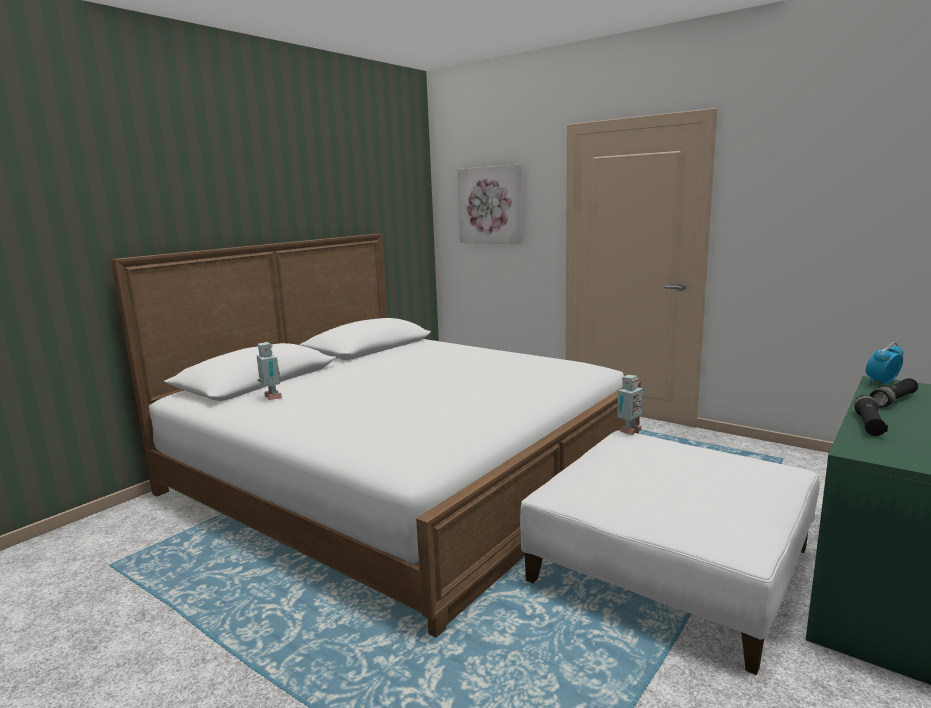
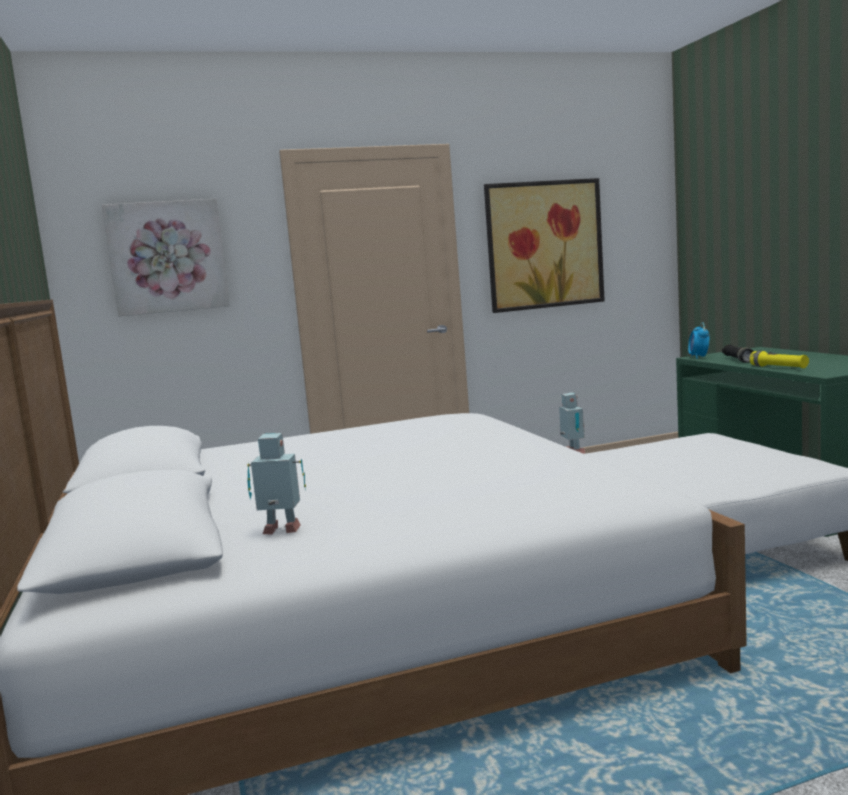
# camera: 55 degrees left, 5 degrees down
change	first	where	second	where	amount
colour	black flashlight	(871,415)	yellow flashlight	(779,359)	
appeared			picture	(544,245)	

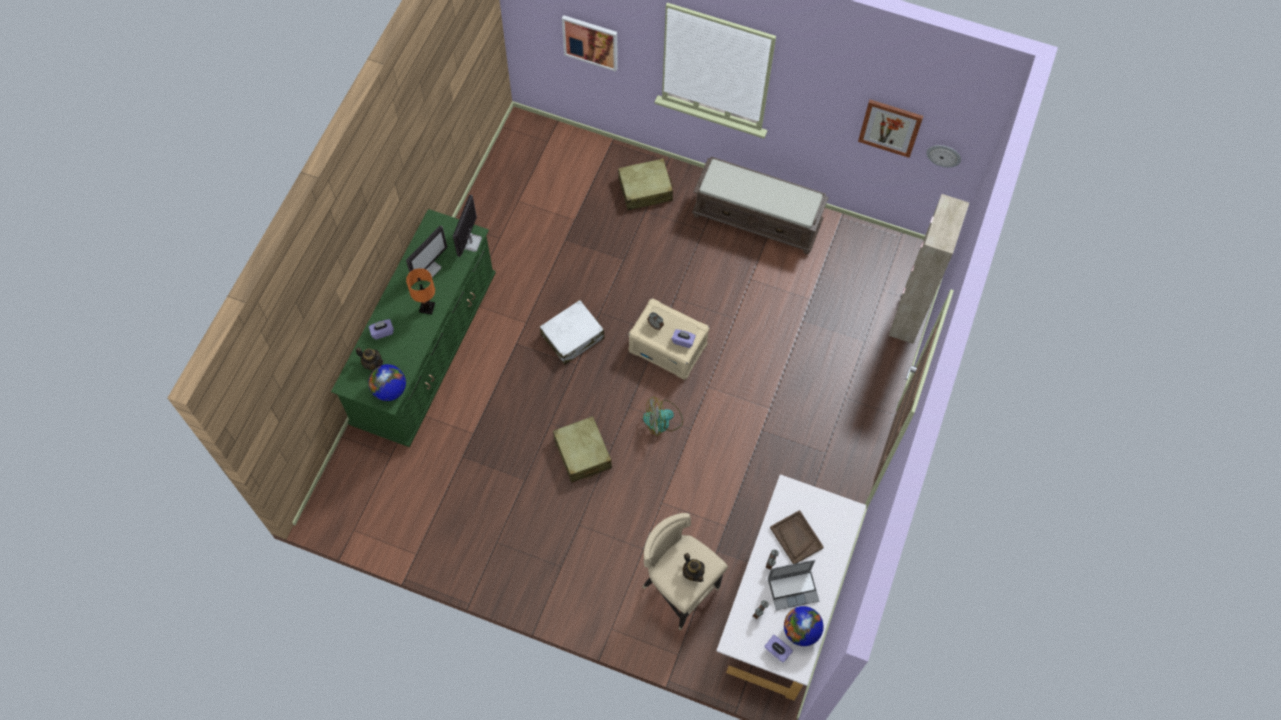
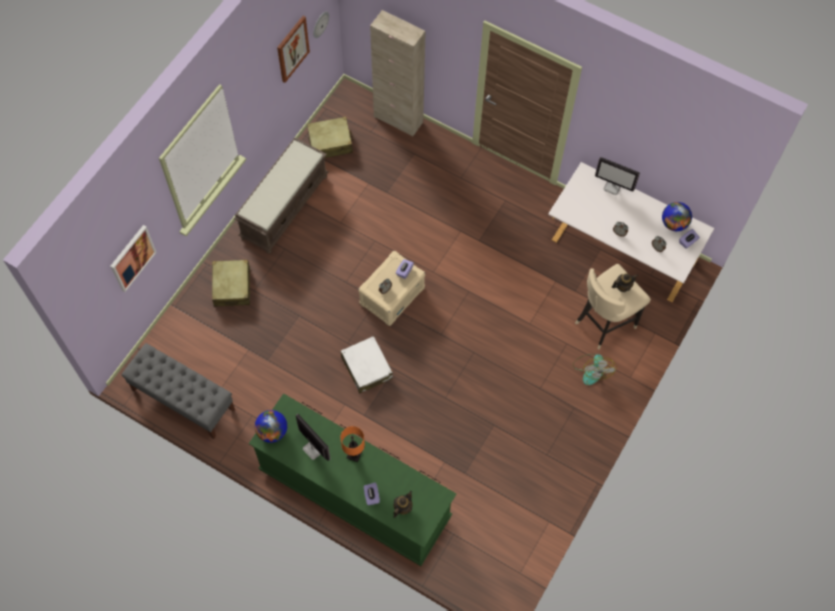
# camera: 80 degrees left, 0 degrees up
change	first	where	second	where	amount
relocated	monitor	(467,226)		(617,176)	
relocated	globe	(387,382)		(271,426)	
relocated	fan	(663,416)		(595,369)	
relocated	beige suitcase	(582,449)		(330,137)	
missing	brown tray	(797,537)			
missing	laptop	(793,585)			
appeared			grey bench	(178,391)	

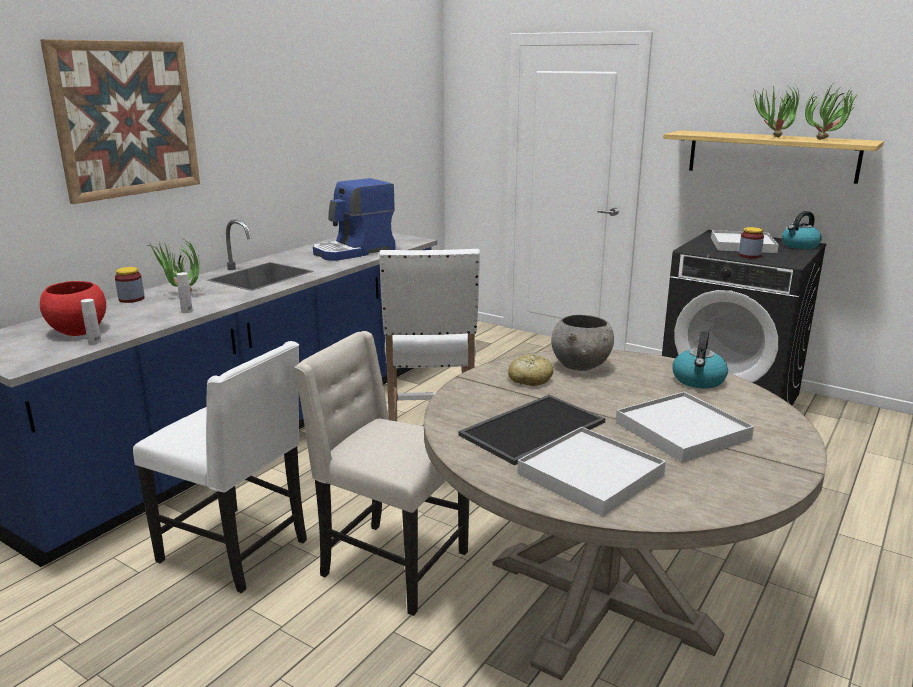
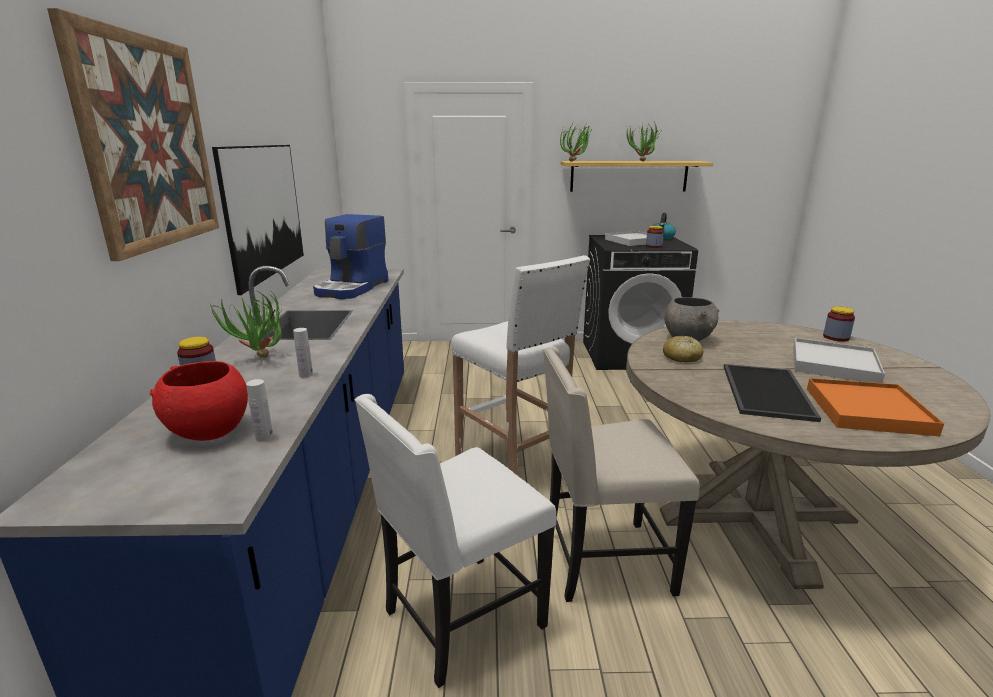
# camera: 35 degrees left, 0 degrees up
change	first	where	second	where	amount
relocated	potted plant	(831,112)		(576,143)	
missing	kettle	(700,359)			
spun	white chair	(220,467)		(455,541)	150 degrees clockwise
colour	white tray	(591,471)	orange tray	(875,407)	
appeared			picture	(258,220)	
appeared			jar	(839,324)	

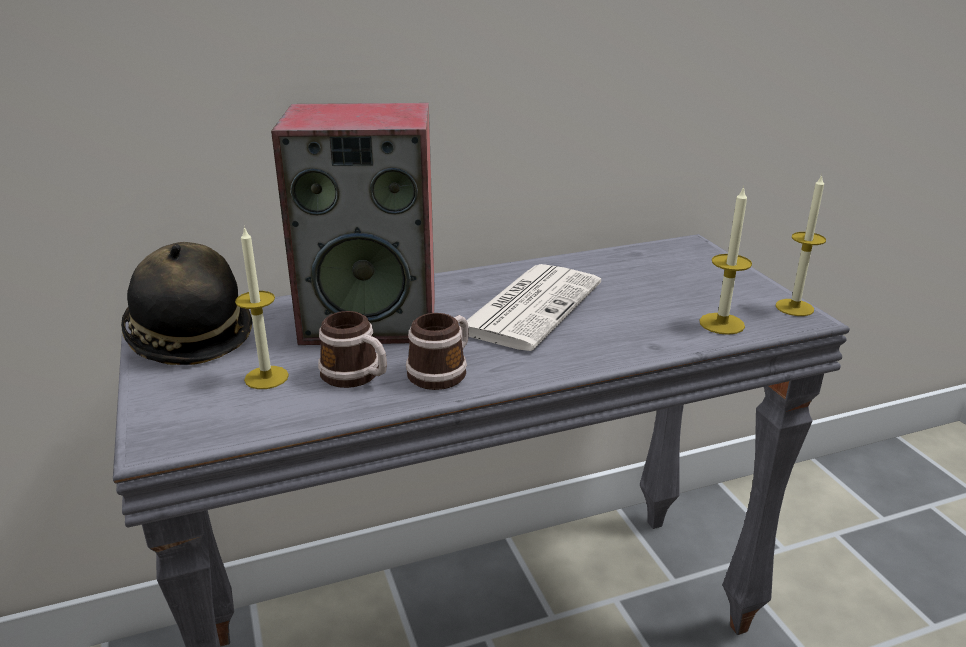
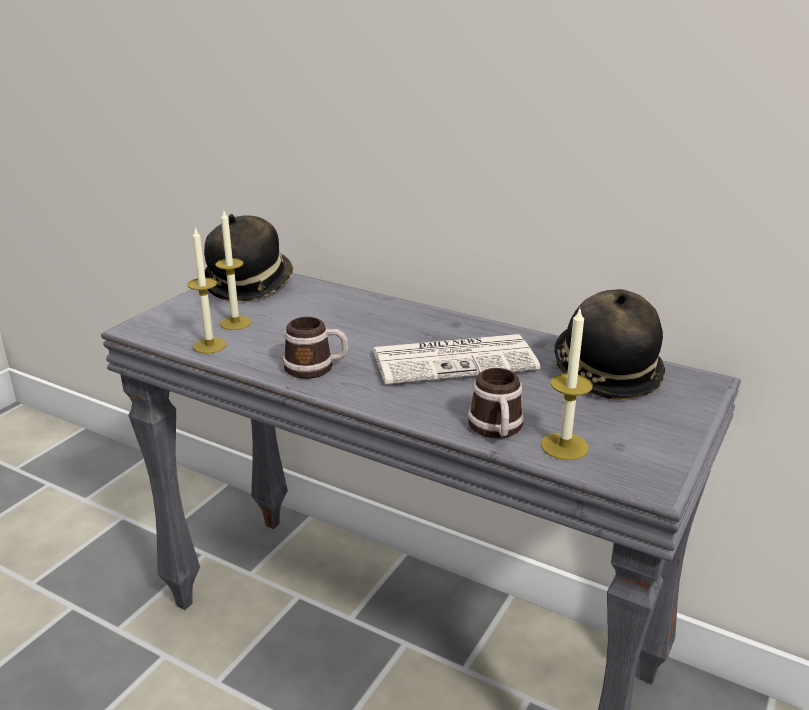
# camera: 50 degrees right, 0 degrees up
change	first	where	second	where	amount
missing	speaker	(353,224)			
relocated	candle	(801,245)		(207,290)	
relocated	mug	(352,349)		(496,403)	
appeared			hat	(609,344)	

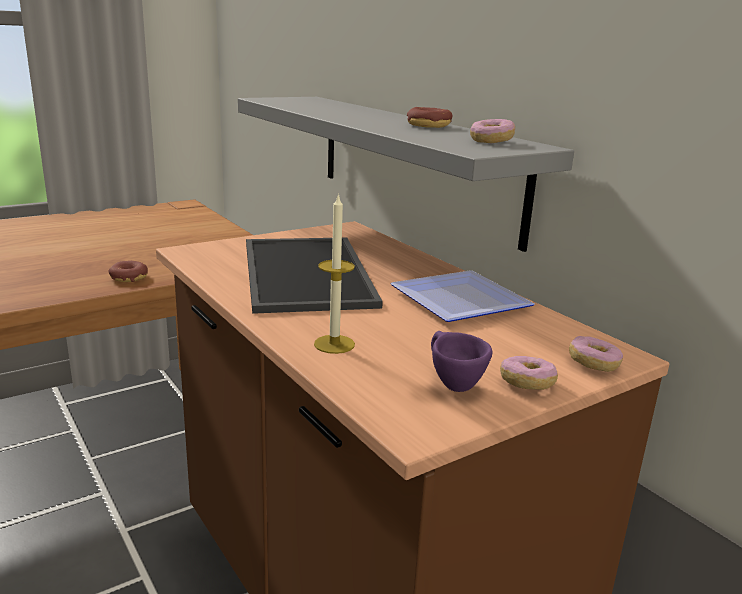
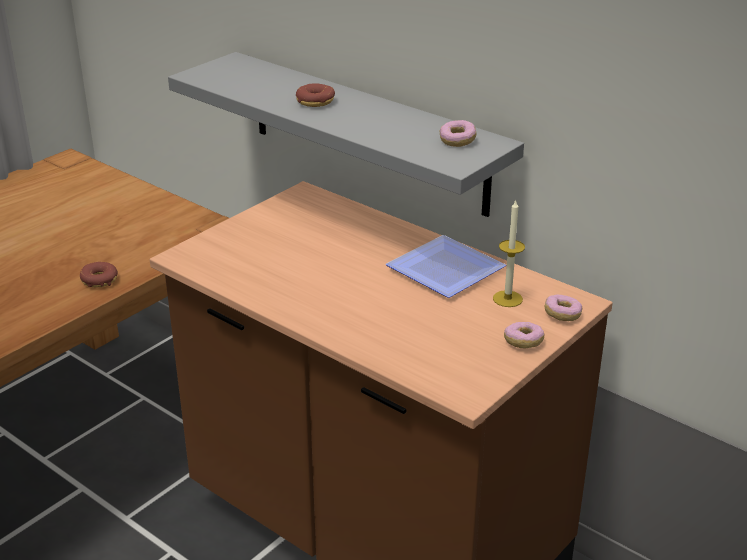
# camera: 15 degrees left, 10 degrees up
change	first	where	second	where	amount
relocated	donut	(429,117)		(315,95)	
relocated	candle	(334,273)		(509,253)	
missing	tray	(314,275)			
missing	purple cup	(461,361)			

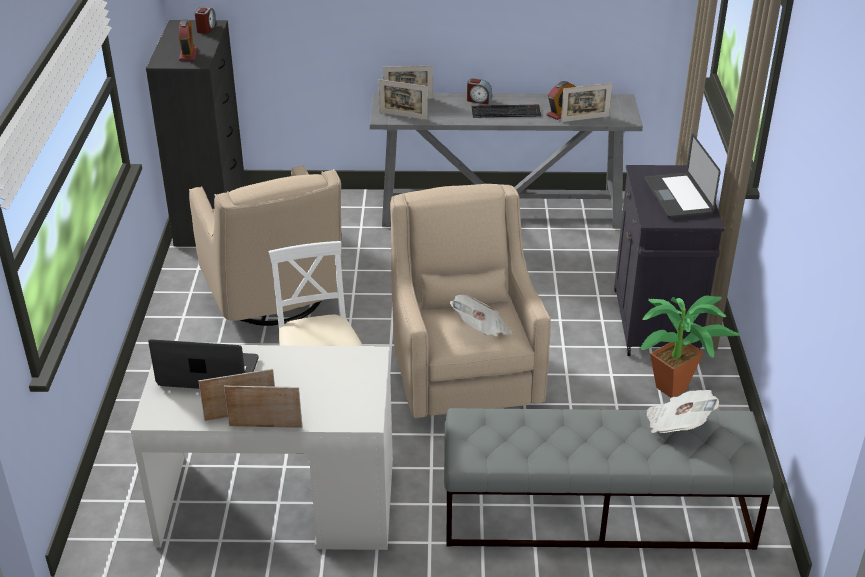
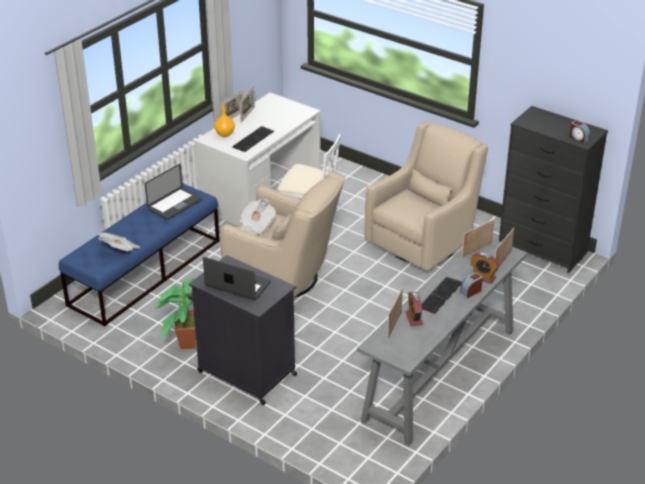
# camera: 125 degrees right, 0 degrees up
change	first	where	second	where	amount
relocated	alarm clock	(188,40)		(485,268)	
spun	beige armchair	(265,245)		(426,196)	120 degrees clockwise
relocated	laptop	(203,364)		(173,192)	
colour	grey bench	(608,479)	blue bench	(139,254)	
appeared			orange vase	(224,120)	
appeared			keyboard	(253,139)	

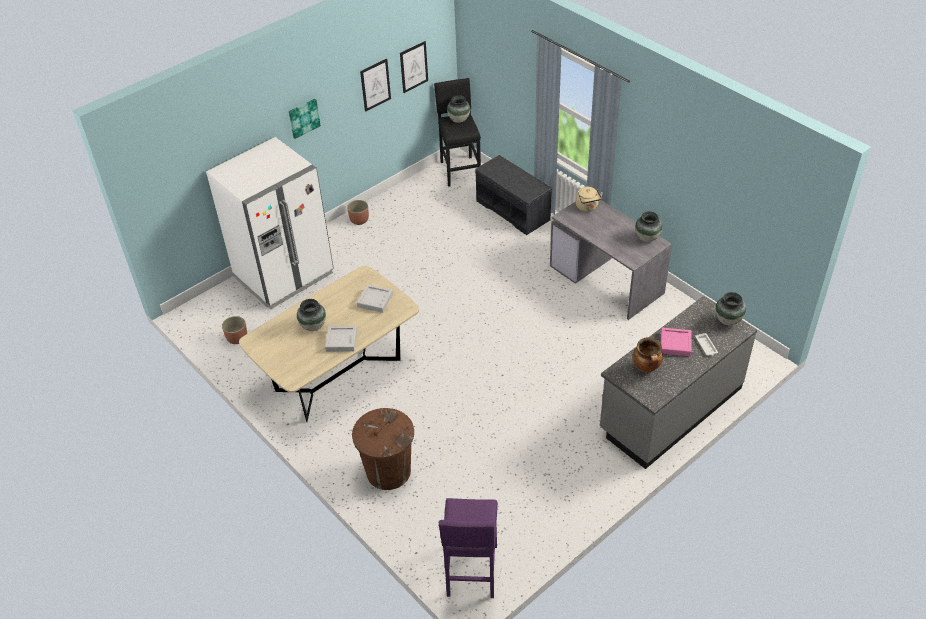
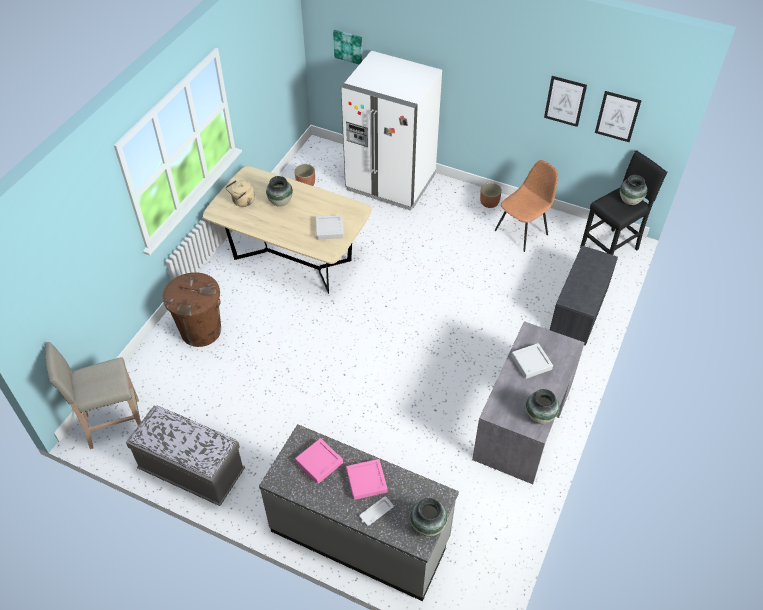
# camera: 65 degrees right, 5 degrees up
change	first	where	second	where	amount
relocated	picture	(305,119)		(347,47)	
relocated	beige kettle	(589,199)		(240,193)	
relocated	grey tray	(341,339)		(532,361)	
exchanged	cooking pot	(648,355)	pink tray	(319,461)	
colour	purple stool	(468,548)	beige stool	(93,395)	
appeared			brown chair	(526,206)	
appeared			grey bench	(185,456)	

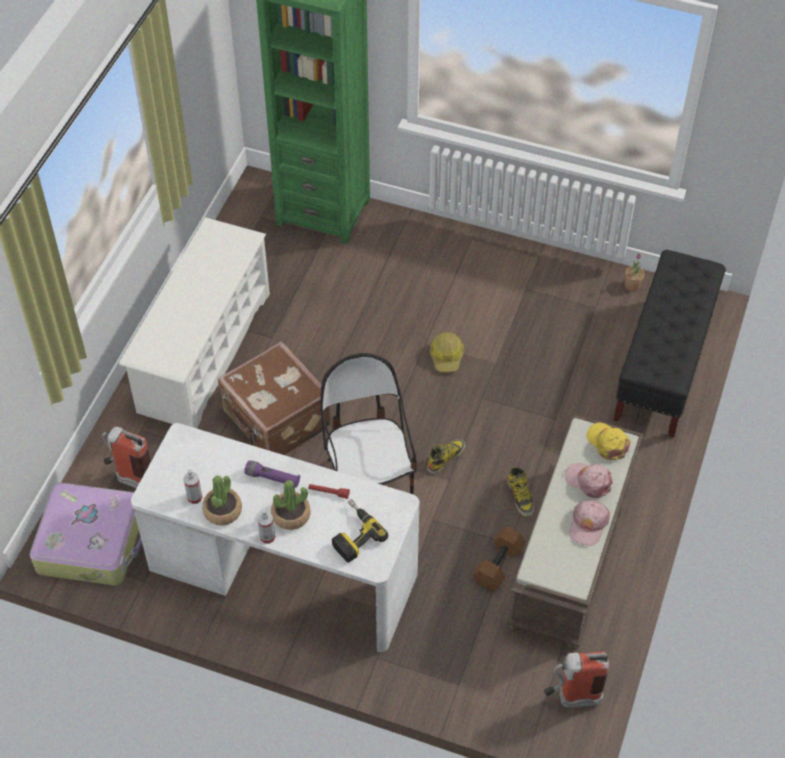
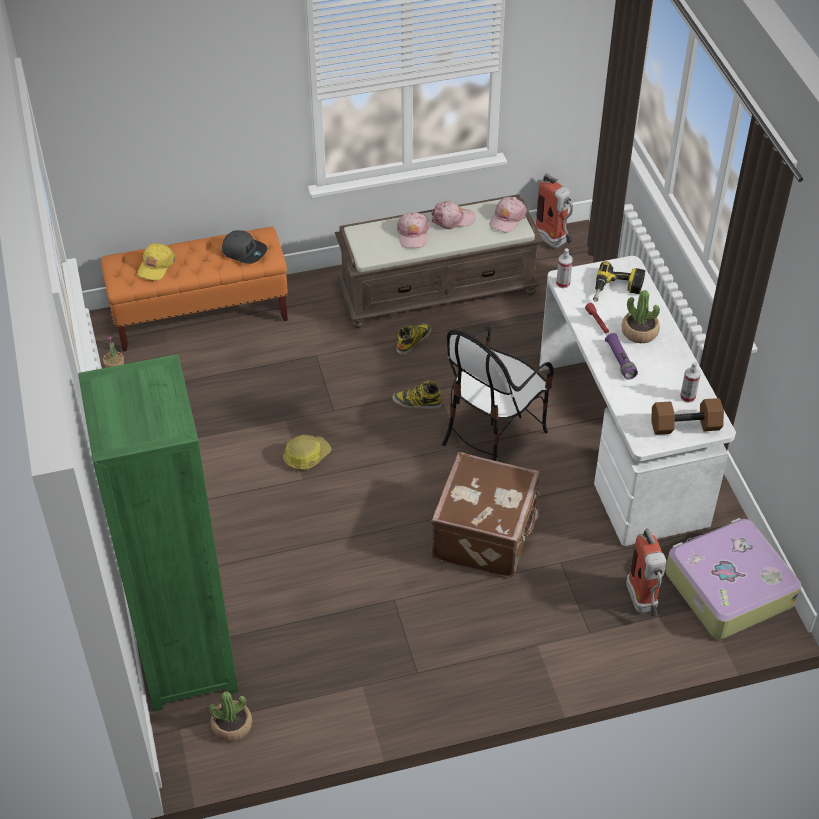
# camera: 125 degrees left, 5 degrees down
change	first	where	second	where	amount
missing	white shoe rack	(194,323)			
colour	black bench	(669,344)	orange bench	(194,289)	
relocated	yellow cap	(608,441)		(156,262)	
relocated	potted plant	(222,500)		(230,716)	
relocated	spray bottle	(266,526)		(564,268)	
relocated	brown dumbbell	(499,558)		(687,416)	
appeared			pink cap	(508,215)	
appeared			grey cap	(244,247)	

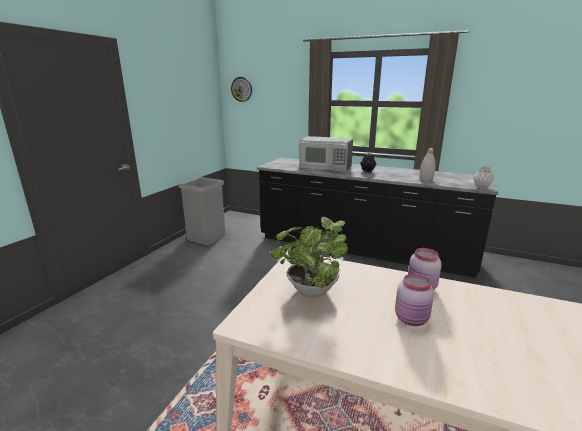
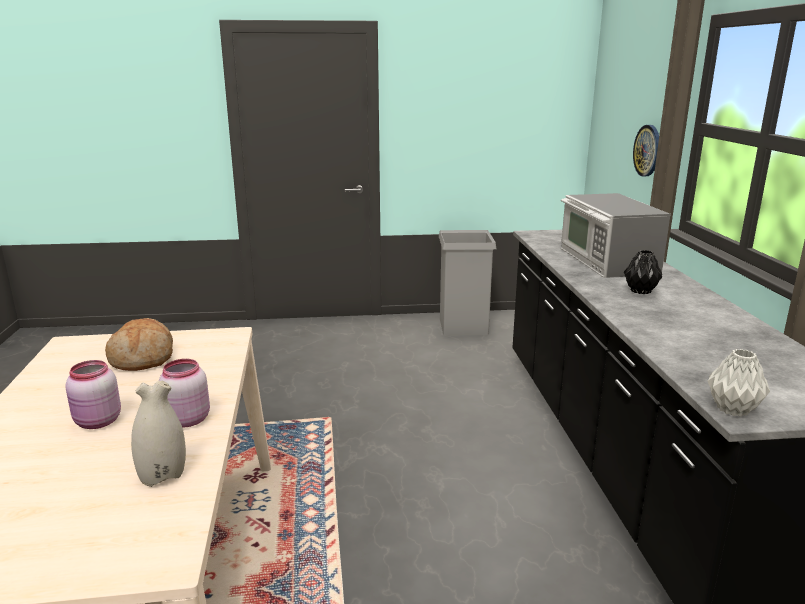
# camera: 60 degrees right, 0 degrees up
change	first	where	second	where	amount
relocated	wall clock	(241,89)		(646,150)	
relocated	white vase	(428,164)		(158,434)	
exchanged	potted plant	(309,257)	bread	(139,344)	

